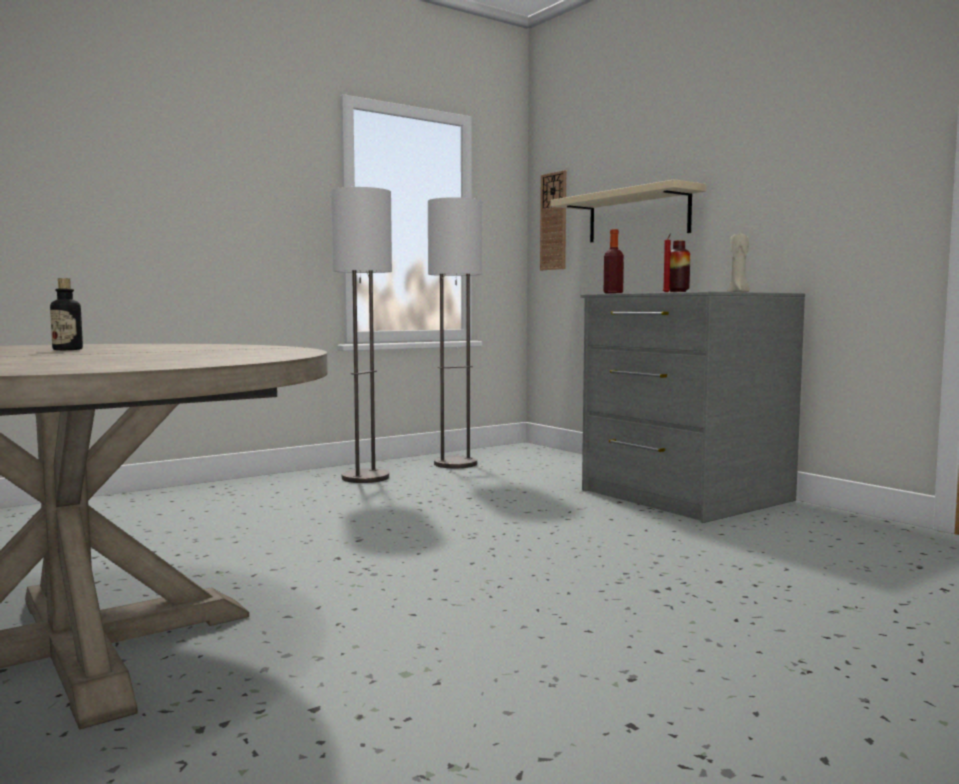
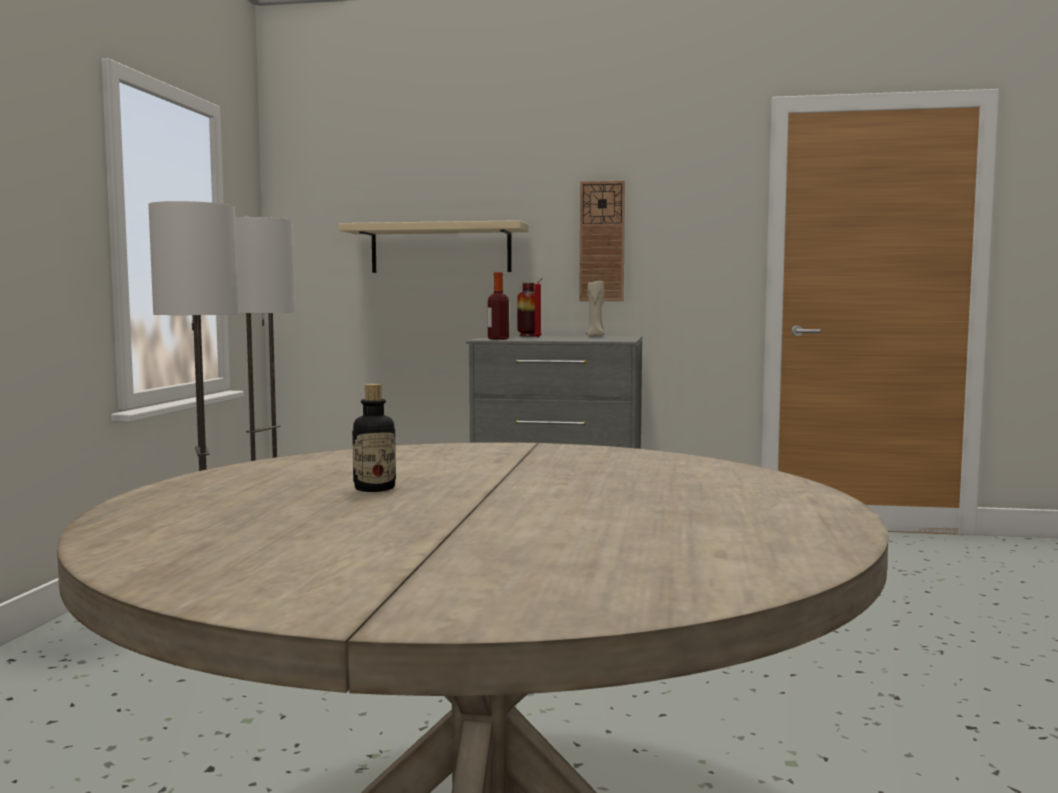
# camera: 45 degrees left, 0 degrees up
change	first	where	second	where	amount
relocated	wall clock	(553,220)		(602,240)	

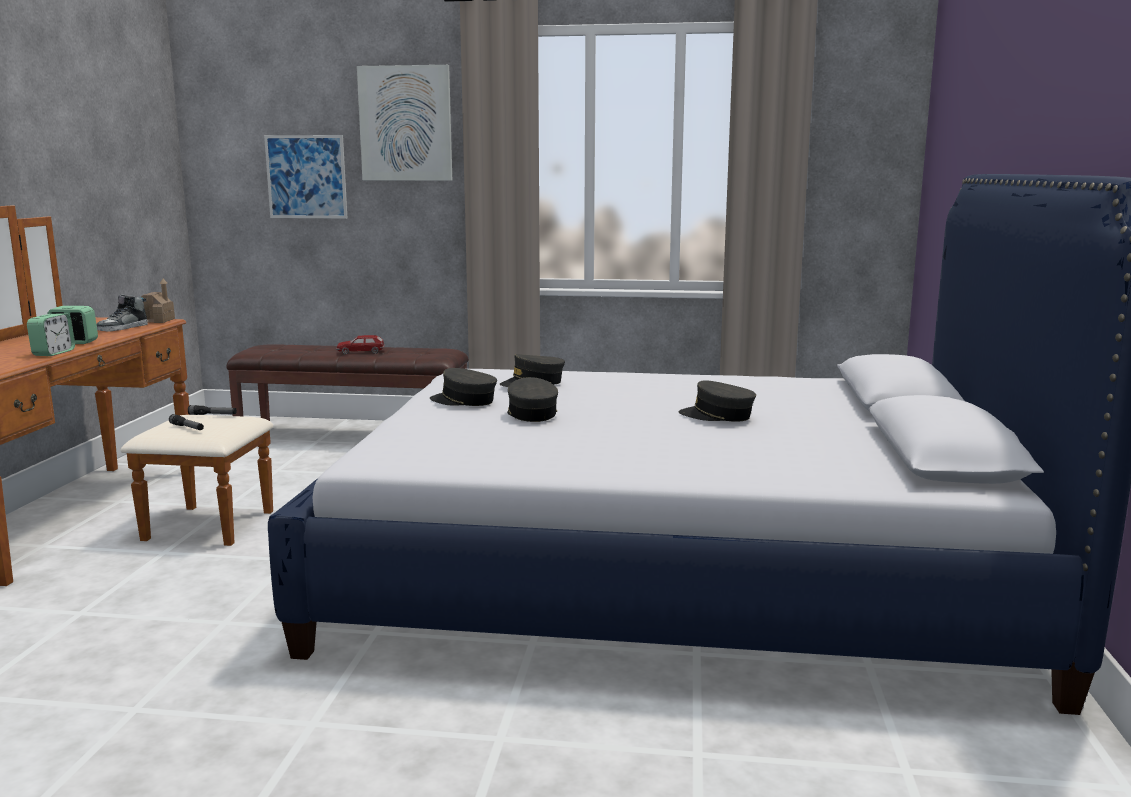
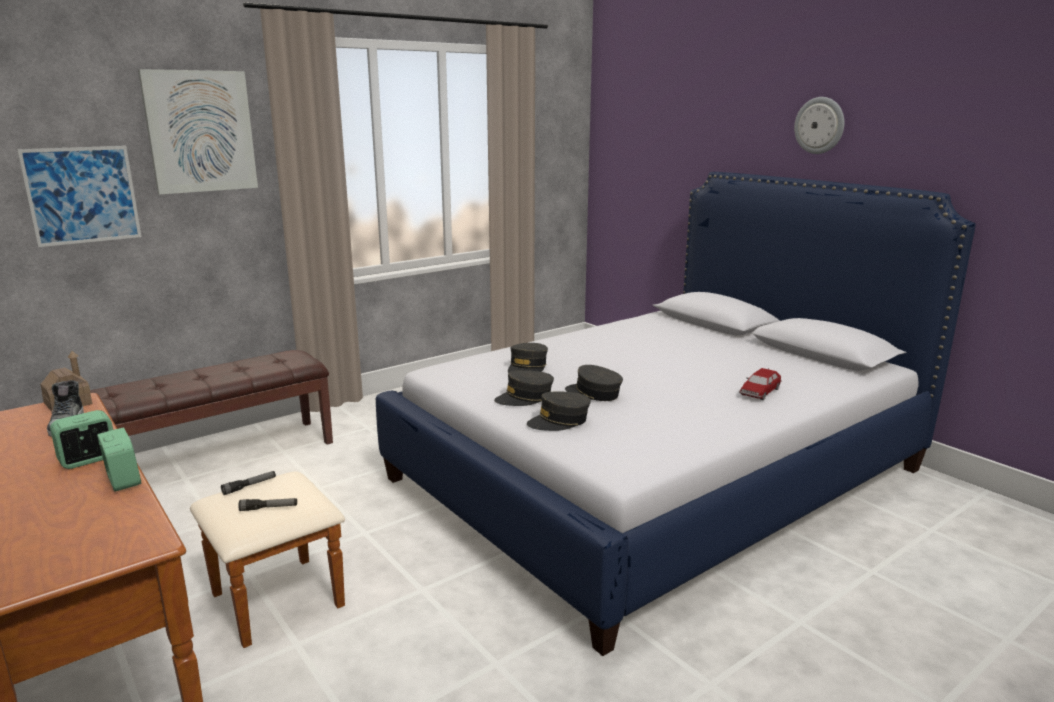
# camera: 45 degrees left, 5 degrees up
change	first	where	second	where	amount
relocated	toy car	(360,344)		(760,384)	
relocated	grey cap	(717,401)		(559,411)	
appeared			wall clock	(819,125)	

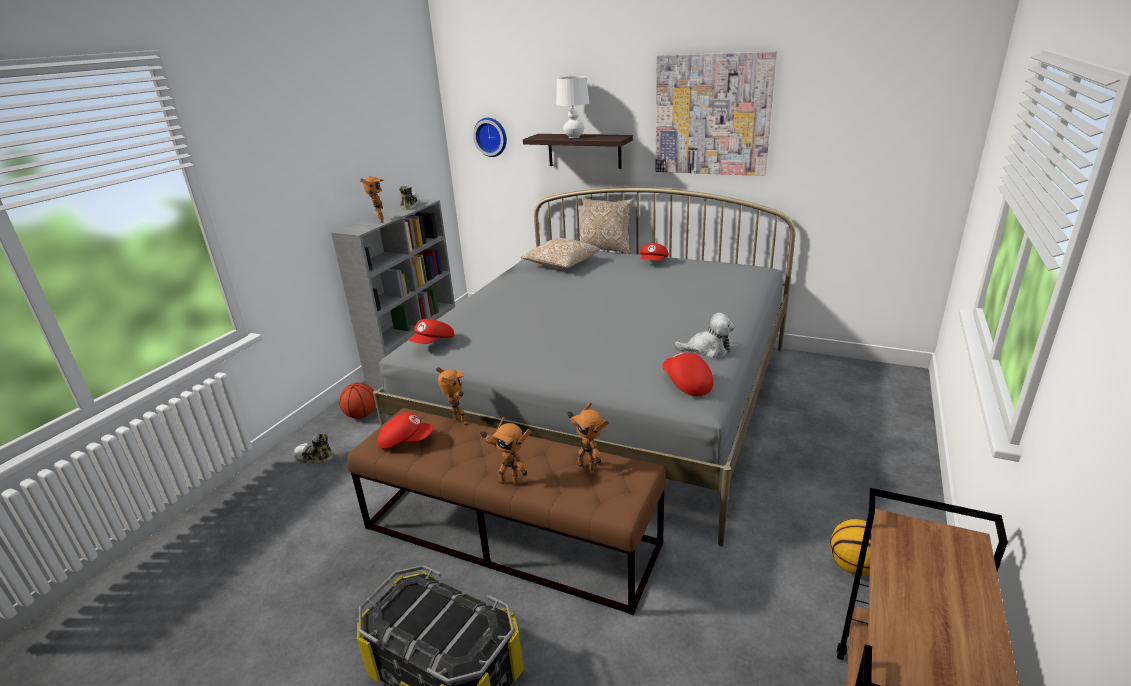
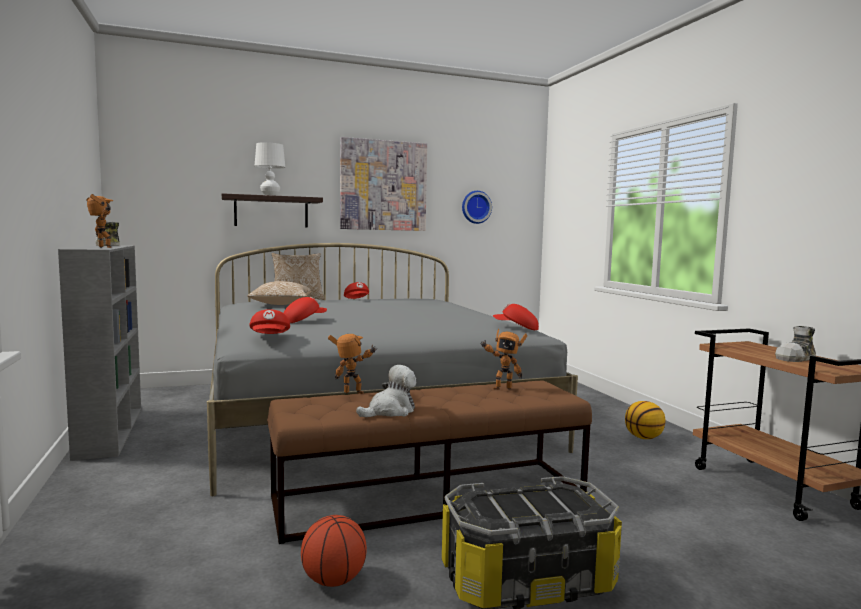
# camera: 45 degrees left, 20 degrees down
change	first	where	second	where	amount
relocated	wall clock	(490,137)		(477,207)	
relocated	plush toy	(704,335)		(386,391)	
relocated	basketball	(357,401)		(334,551)	
relocated	red cap	(405,430)		(305,310)	
missing	toy robot	(506,450)			
relocated	shoe	(313,448)		(795,344)	

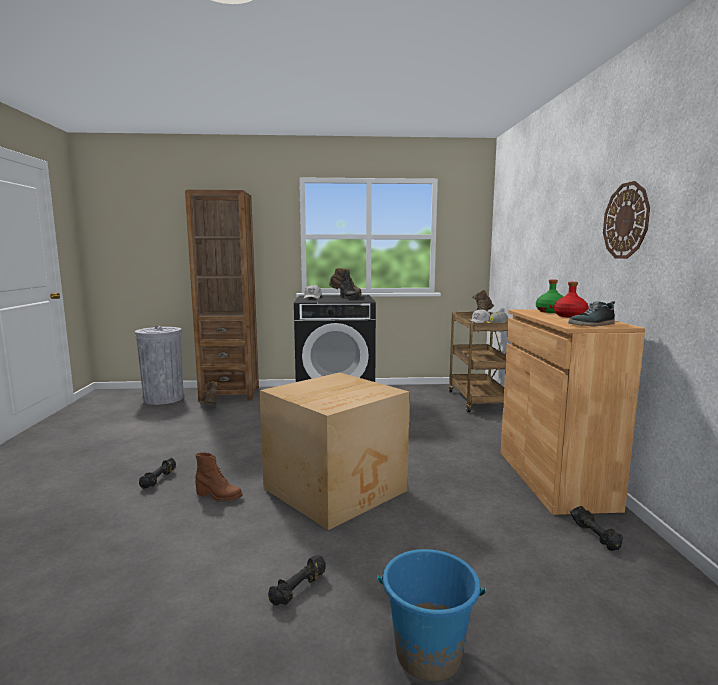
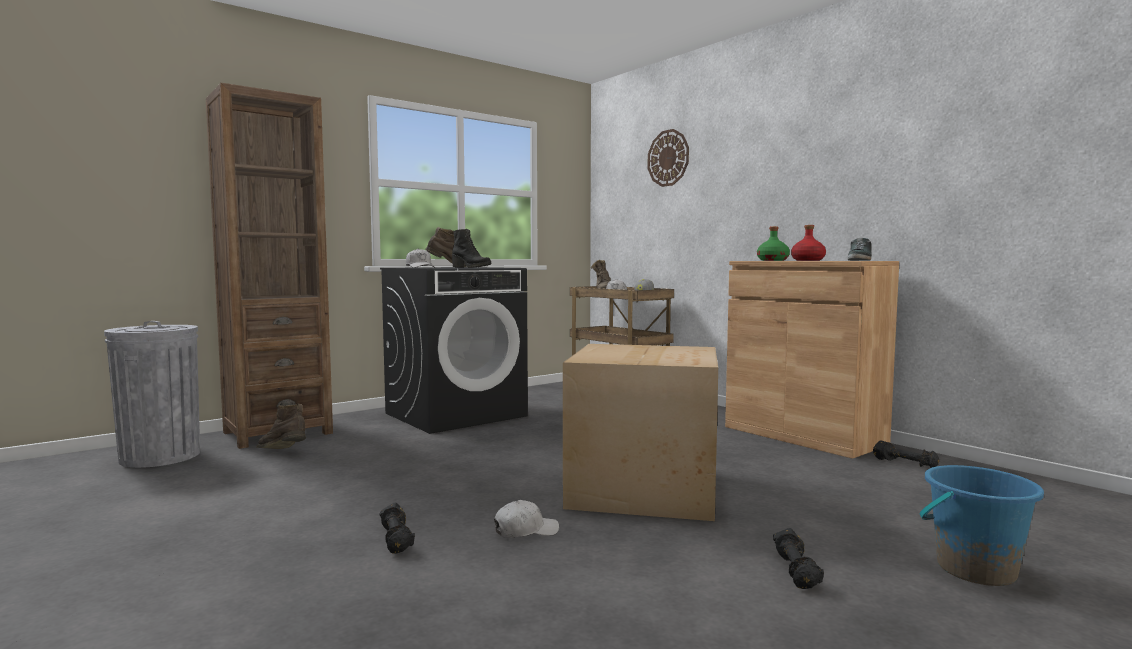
# camera: 35 degrees left, 5 degrees down
change	first	where	second	where	amount
relocated	wall clock	(626,220)		(668,158)	
exchanged	brown boot	(218,477)	white cap	(526,519)	

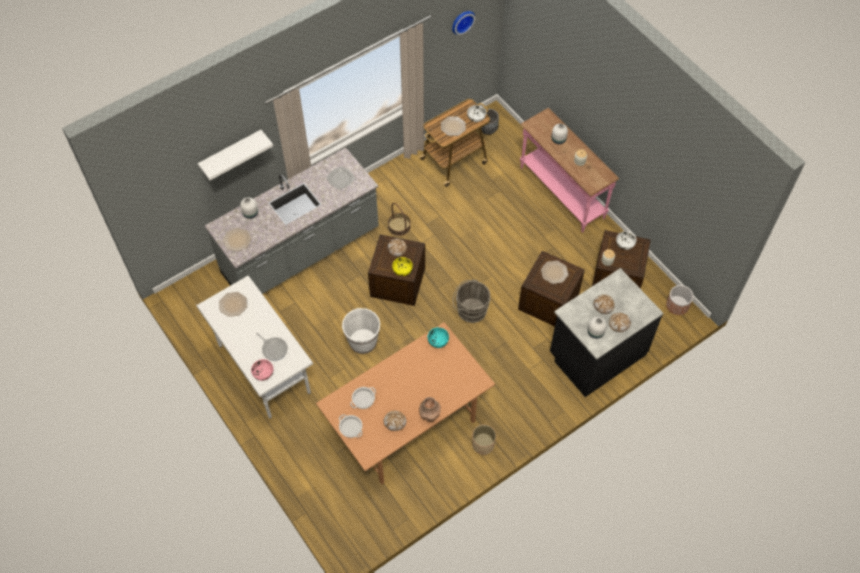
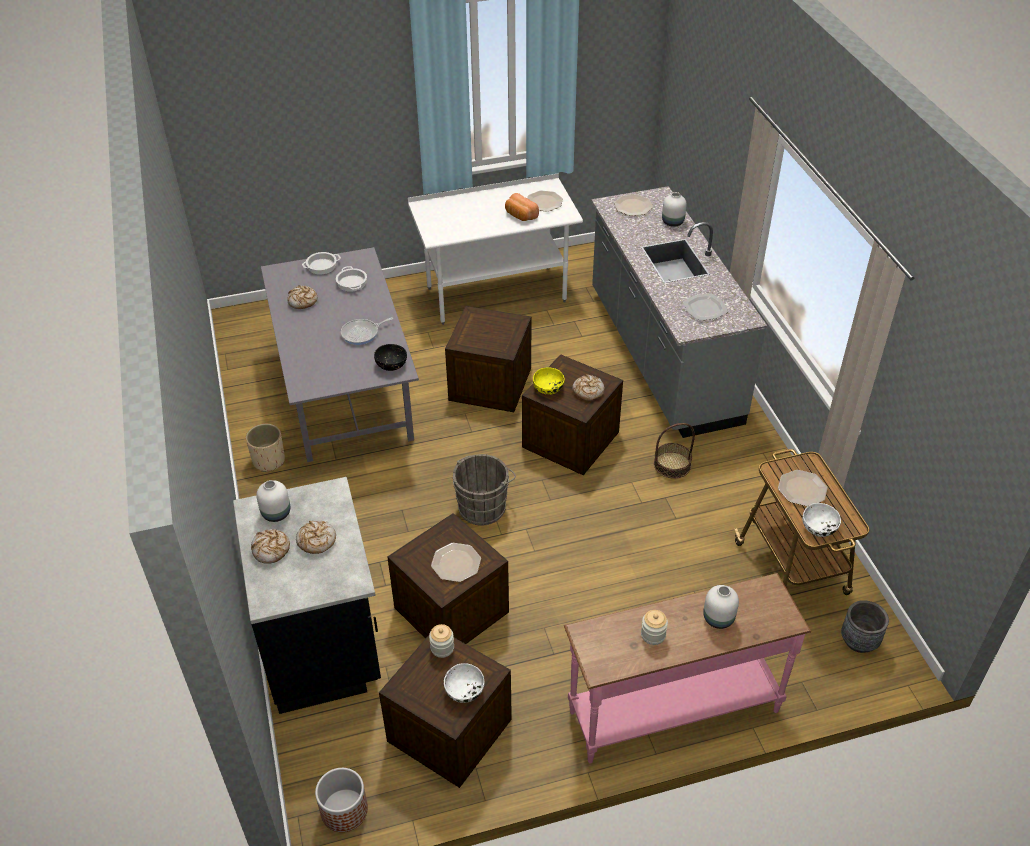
# camera: 110 degrees right, 15 degrees down
change	first	where	second	where	amount
missing	wall clock	(463,23)			
missing	white shelf	(235,155)			
exchanged	white bucket	(361,331)	crate	(488,359)	
colour	brown dining table	(405,403)	grey dining table	(340,354)	
colour	turquoise bowl	(438,337)	black bowl	(390,357)	
relocated	frying pan	(272,347)		(367,331)	
missing	pink bowl	(262,370)			
missing	brown vase	(430,409)			
appeared			bread	(522,207)	

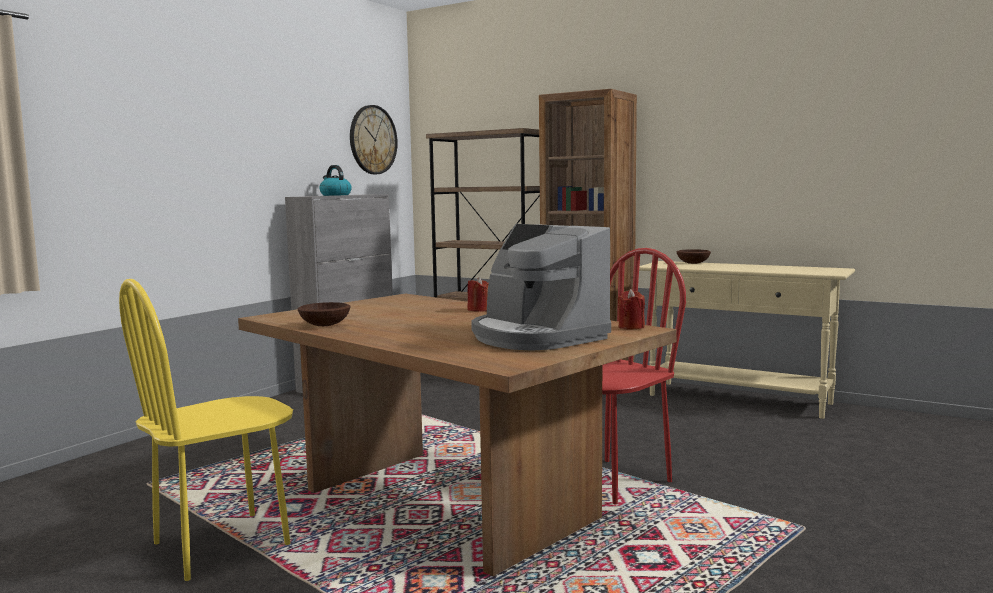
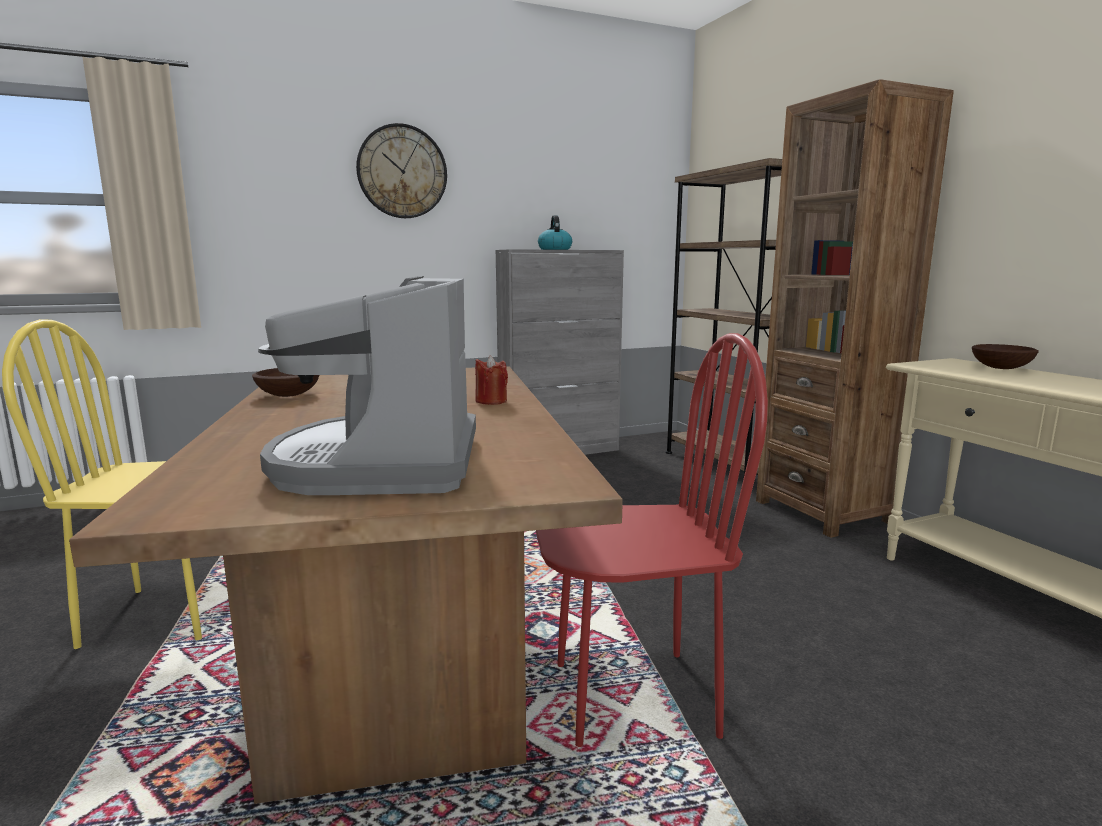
# camera: 35 degrees right, 5 degrees up
change	first	where	second	where	amount
relocated	wall clock	(374,140)		(401,170)	
missing	red candle	(631,309)			

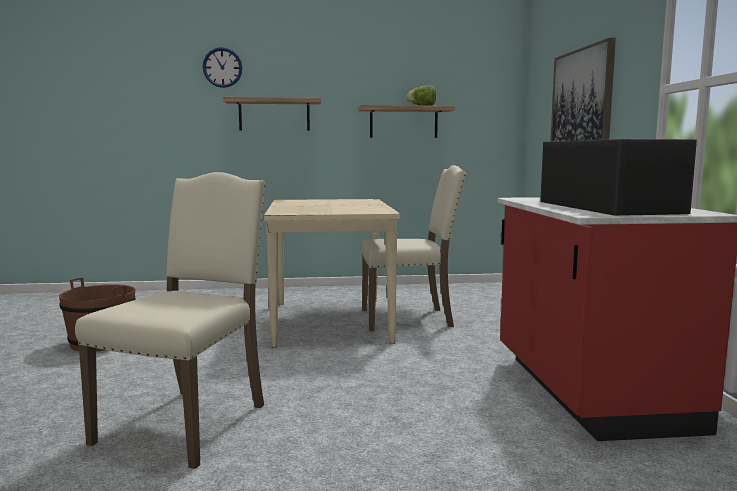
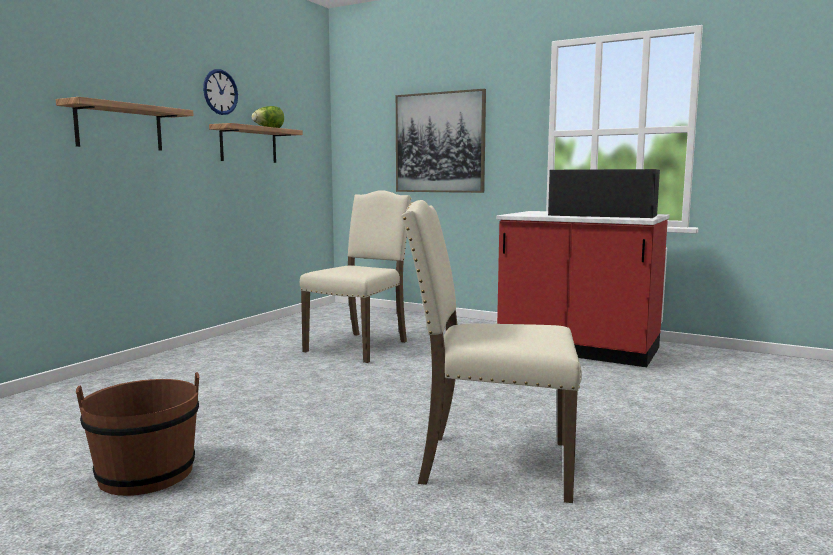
# camera: 55 degrees left, 0 degrees up
change	first	where	second	where	amount
relocated	wall clock	(222,67)		(220,92)	
spun	beige chair	(170,320)		(491,351)	45 degrees counterclockwise
missing	beige dining table	(332,273)			

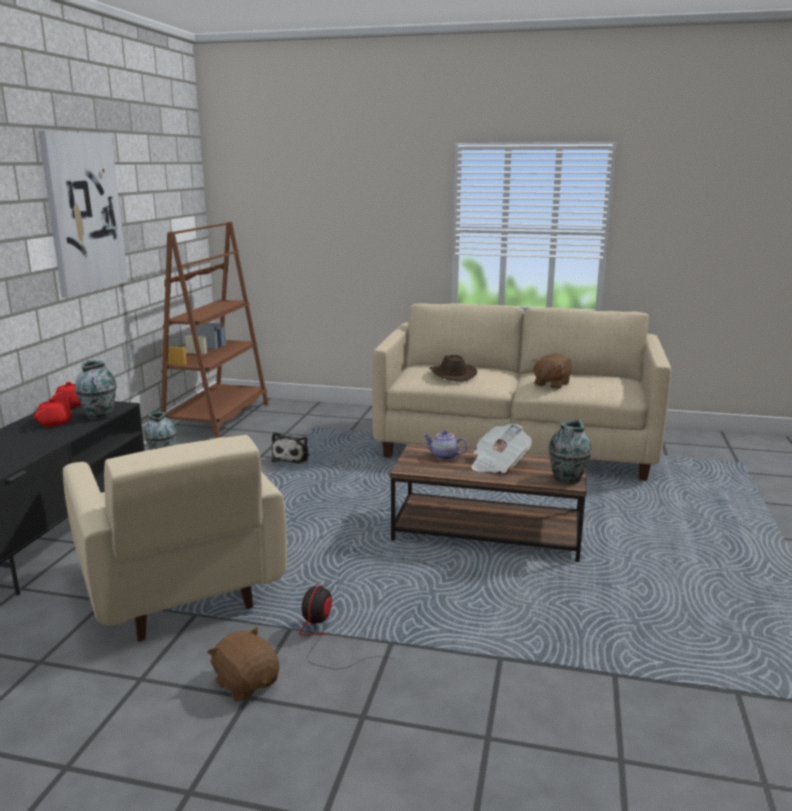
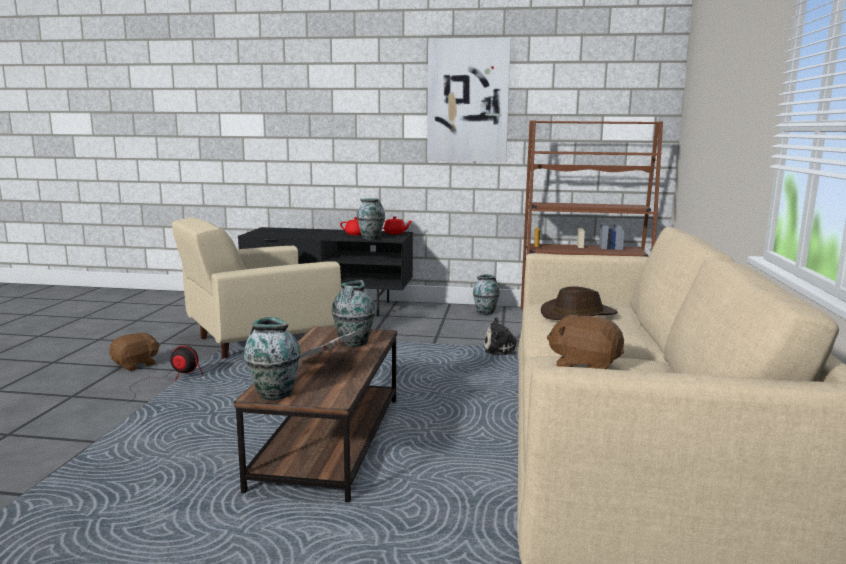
# camera: 85 degrees right, 5 degrees down
change	first	where	second	where	amount
exchanged	teapot	(446,445)	vase	(353,313)	

